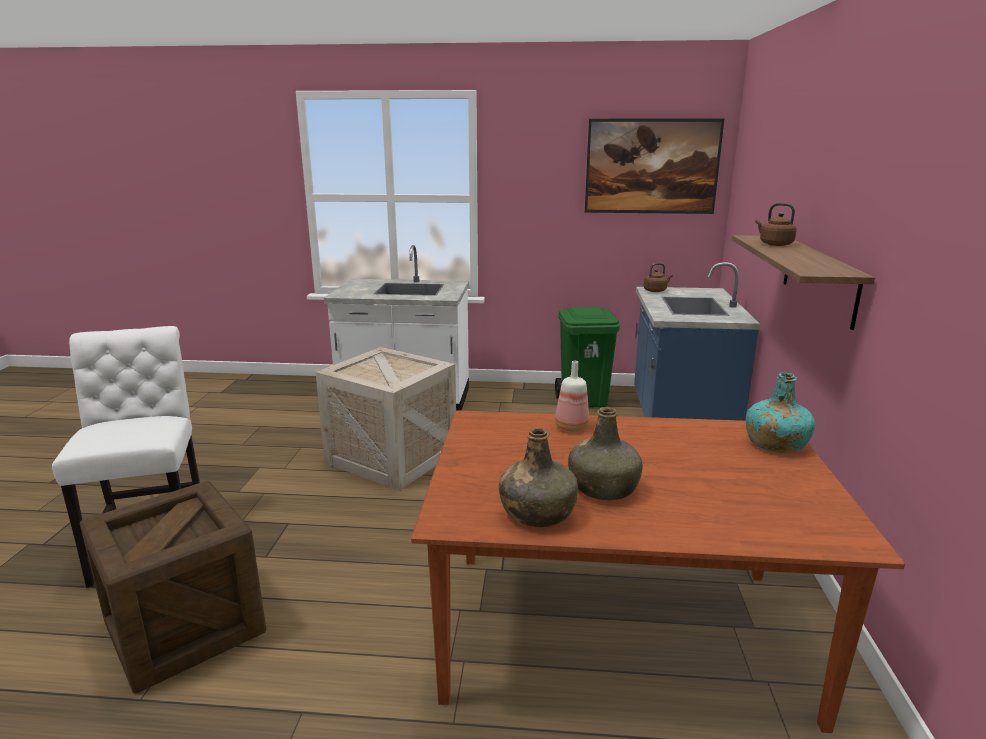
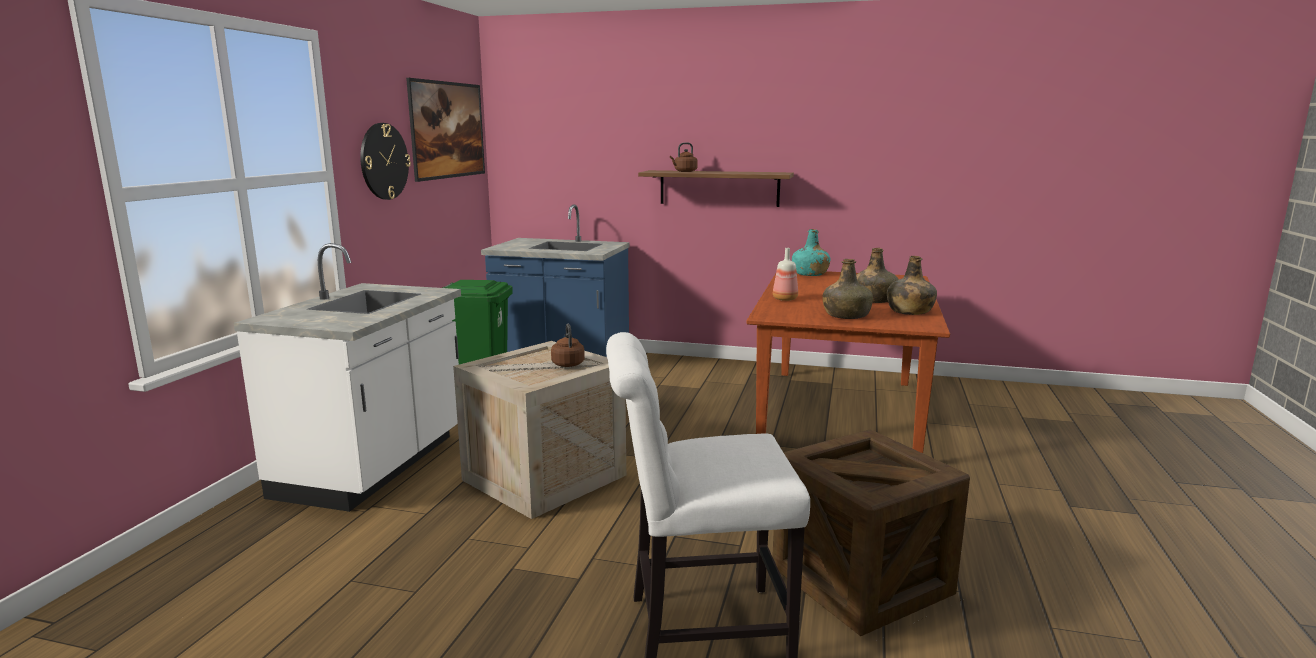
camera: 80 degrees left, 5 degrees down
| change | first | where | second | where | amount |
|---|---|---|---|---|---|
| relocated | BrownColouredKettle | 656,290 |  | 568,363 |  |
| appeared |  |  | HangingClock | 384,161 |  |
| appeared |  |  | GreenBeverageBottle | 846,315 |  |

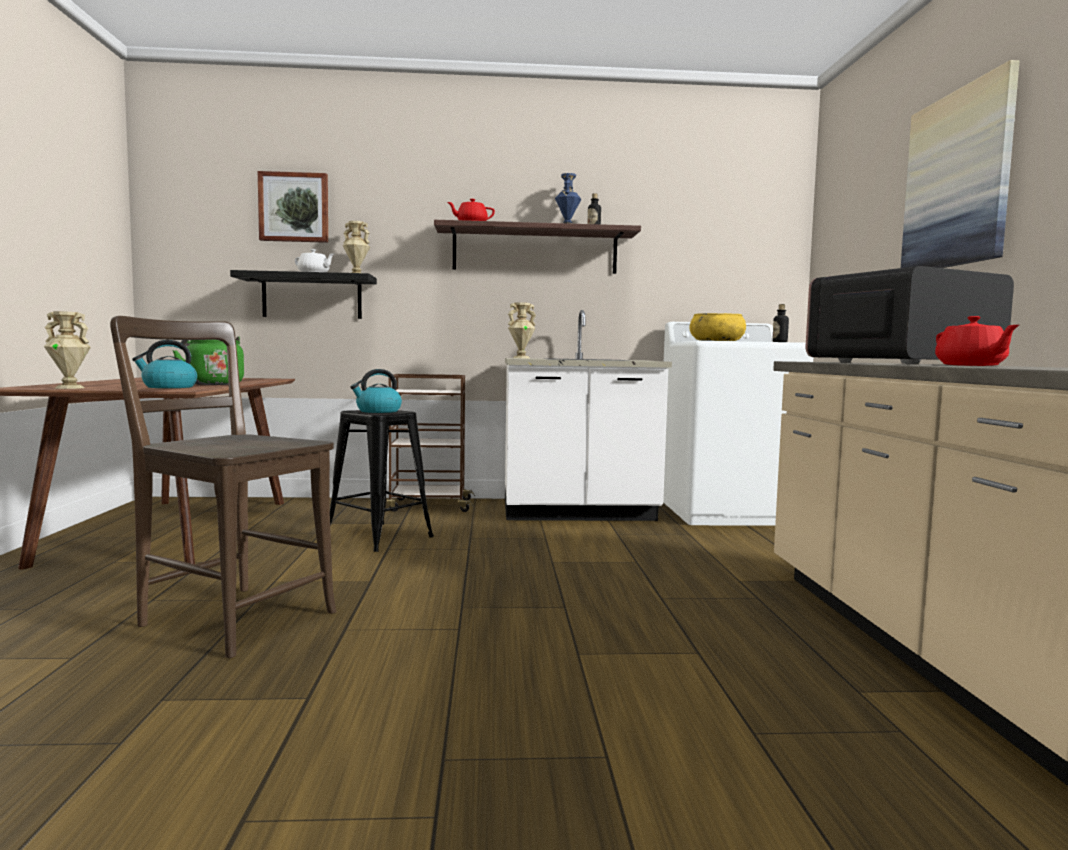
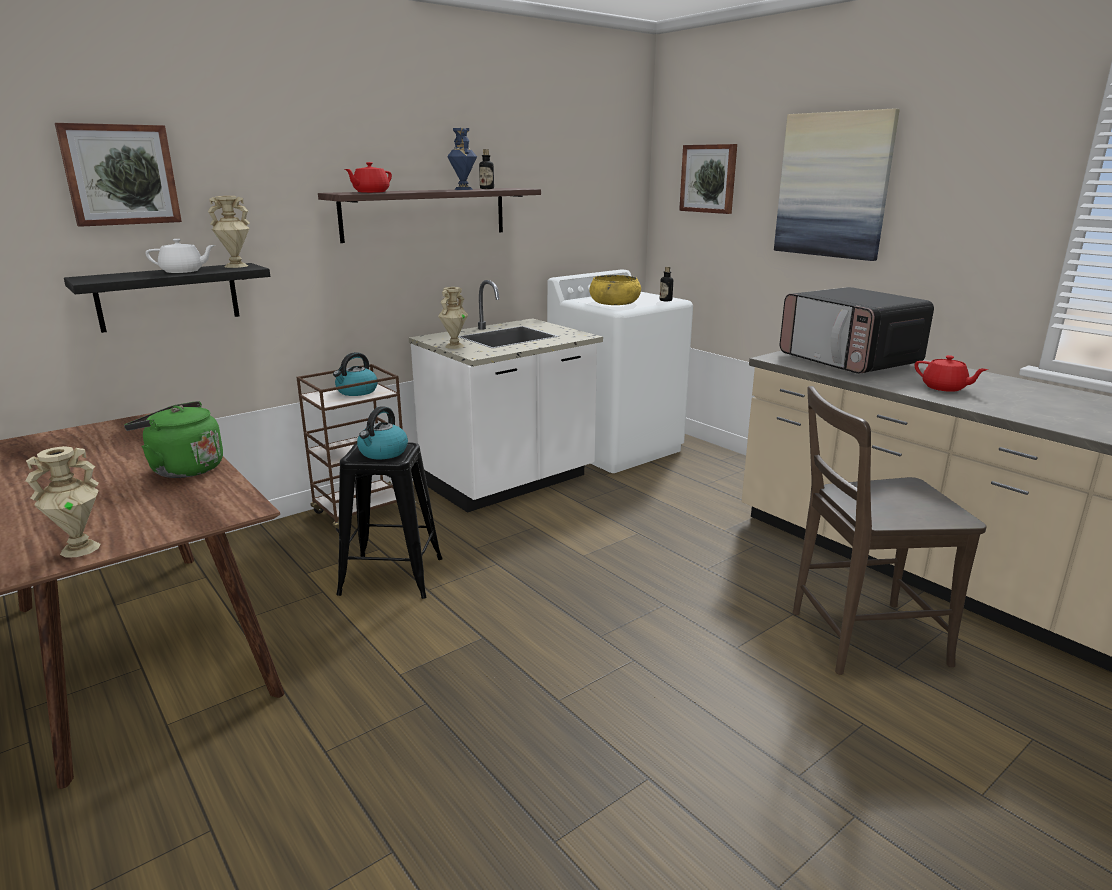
camera: 35 degrees left, 15 degrees up
| change | first | where | second | where | amount |
|---|---|---|---|---|---|
| spun | MicrowaveOven | 901,363 |  | 849,361 | 60 degrees counterclockwise |
| relocated | BrownColouredChair | 232,617 |  | 859,638 |  |
| relocated | Kettle | 168,387 |  | 356,391 |  |
| appeared |  |  | WallArt | 709,178 |  |

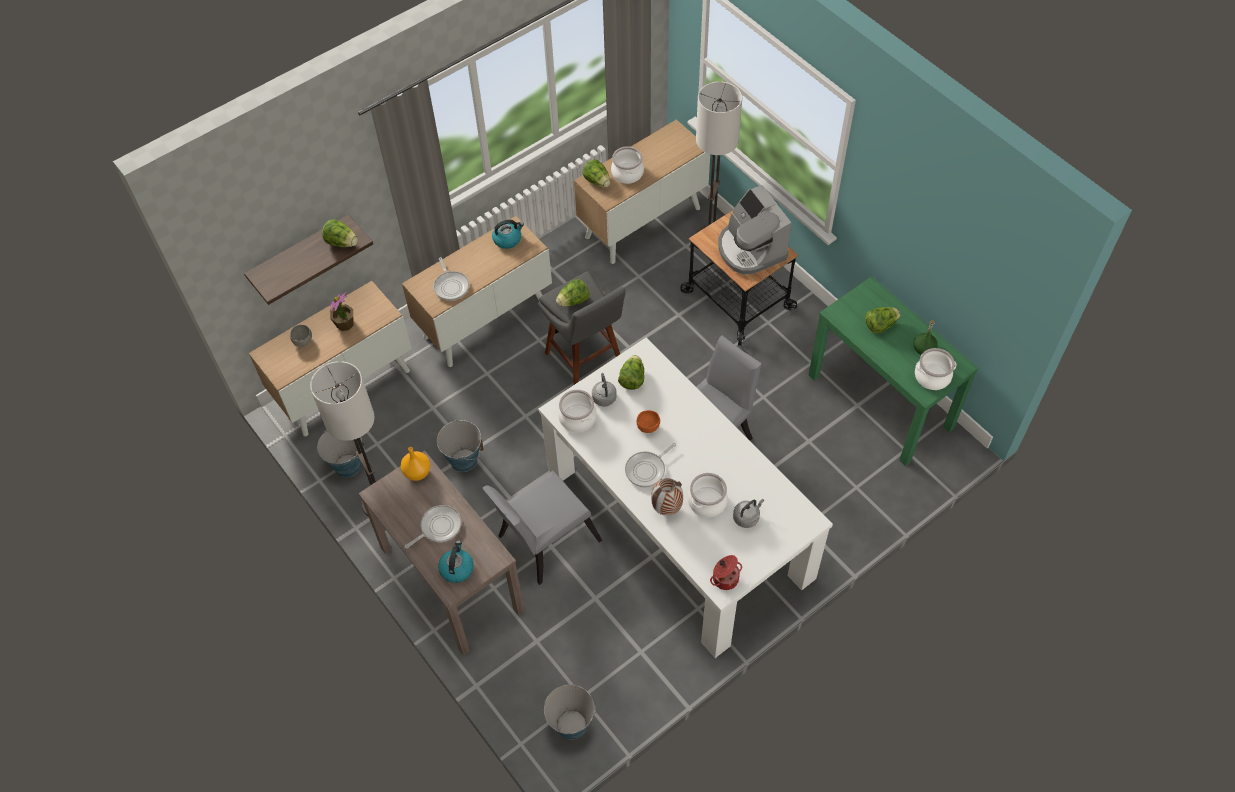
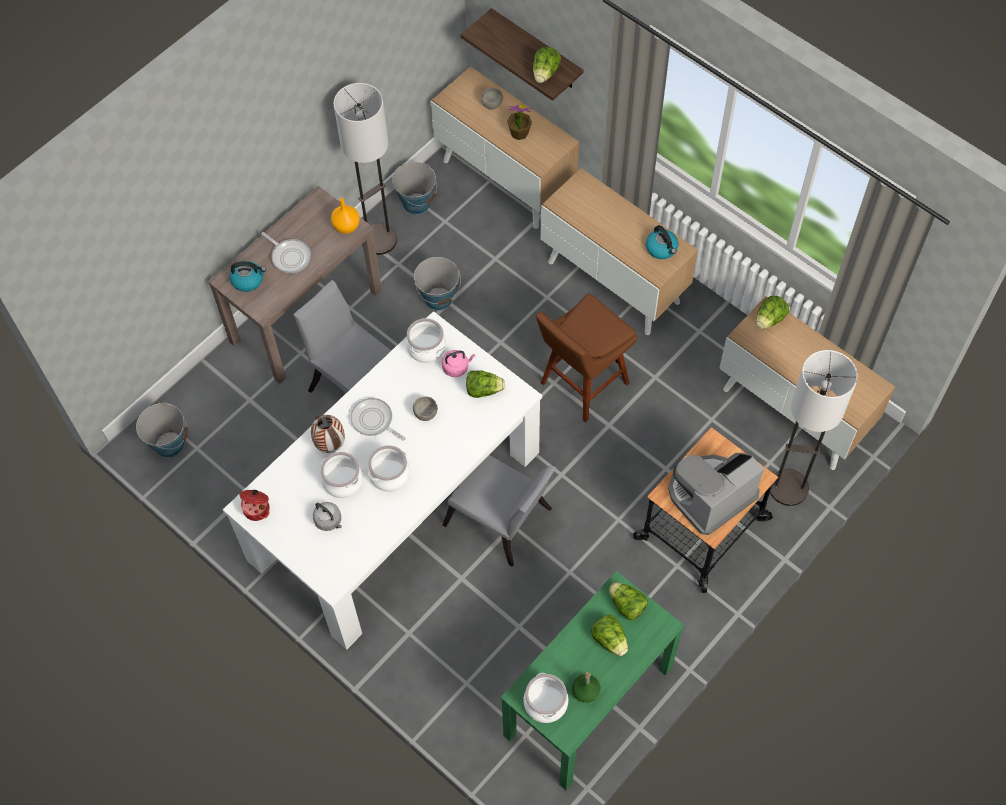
camera: 80 degrees right, 5 degrees up
| change | first | where | second | where | amount |
|---|---|---|---|---|---|
| relocated | Saucepot | 627,173 |  | 390,475 |  |
| missing | FryingPan | 451,286 |  |  |  |
| colour | GreySittingStool | 586,361 | BrownColouredSittingStool | 581,386 |  |
| relocated | HeadOfLettuce | 573,301 |  | 626,605 |  |
| colour | GreyKettle | 604,397 | PinkColouredKettle | 457,367 |  |
| colour | OrangeColouredDeepDish | 647,426 | GreyDeepDish | 426,413 |  |

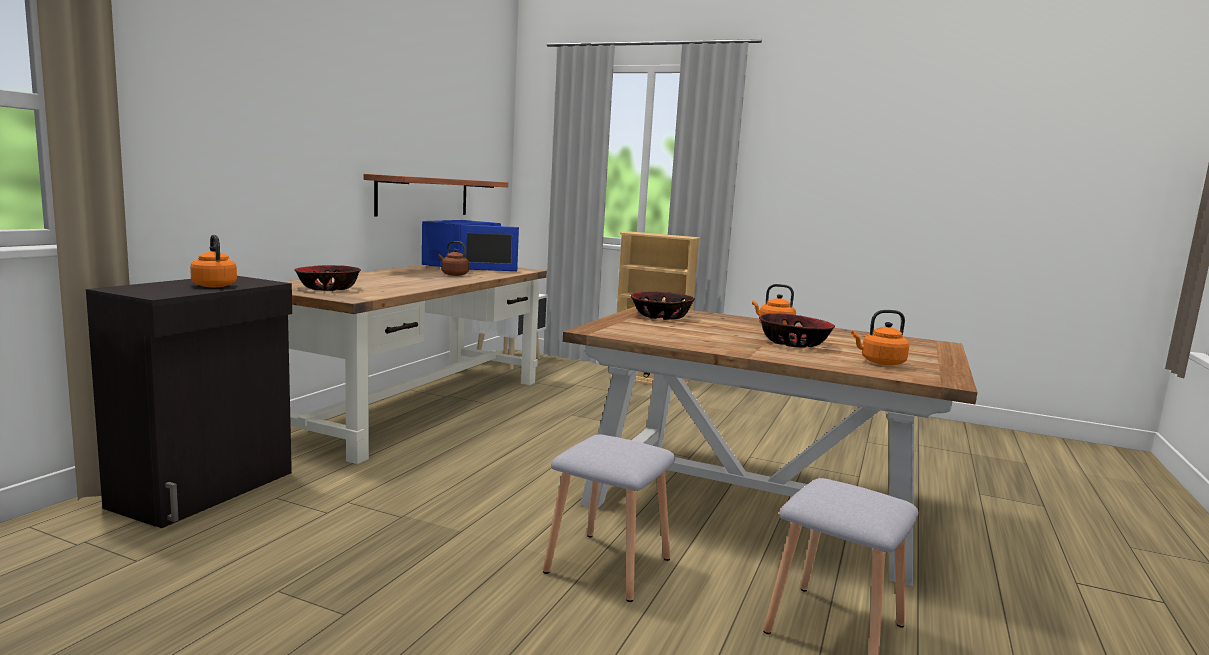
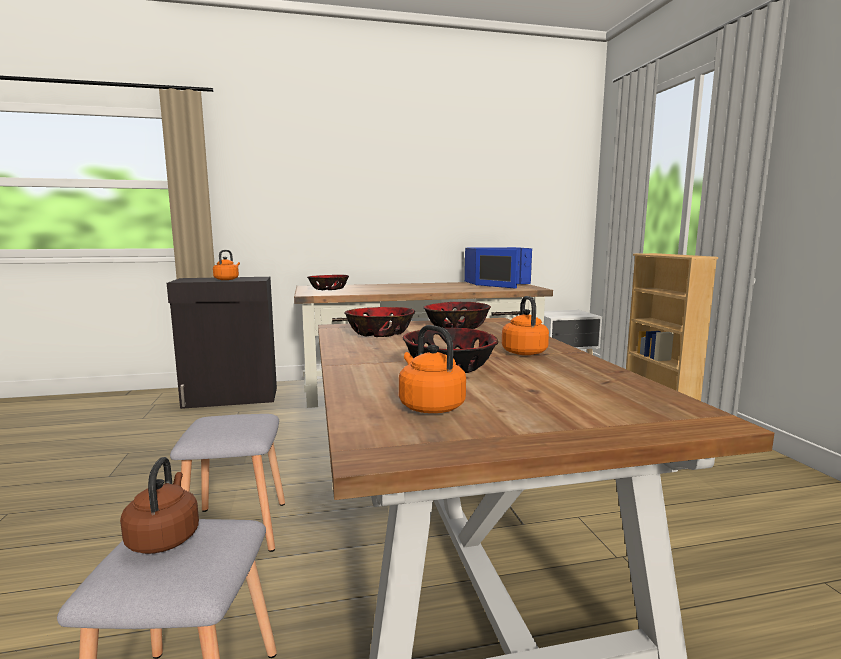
camera: 55 degrees right, 0 degrees up
| change | first | where | second | where | amount |
|---|---|---|---|---|---|
| missing | BracketShelf | 423,196 |  |  |  |
| relocated | BrownColouredKettle | 453,274 |  | 164,537 |  |
| appeared |  |  | DeepDish | 379,333 |  |

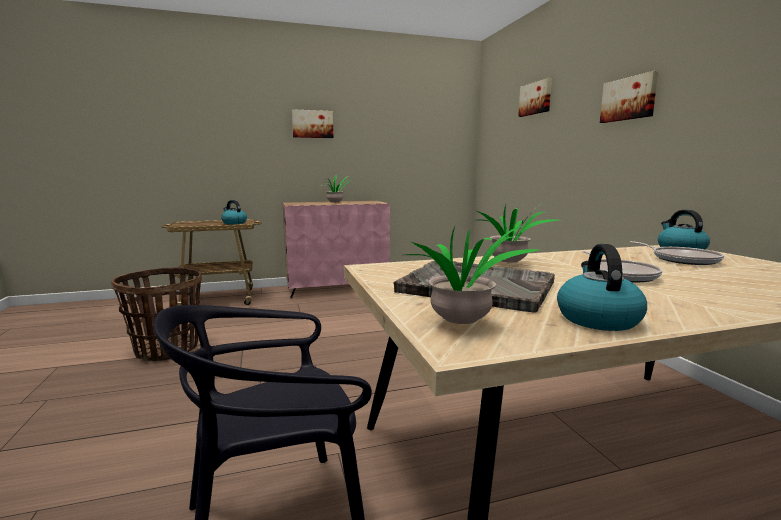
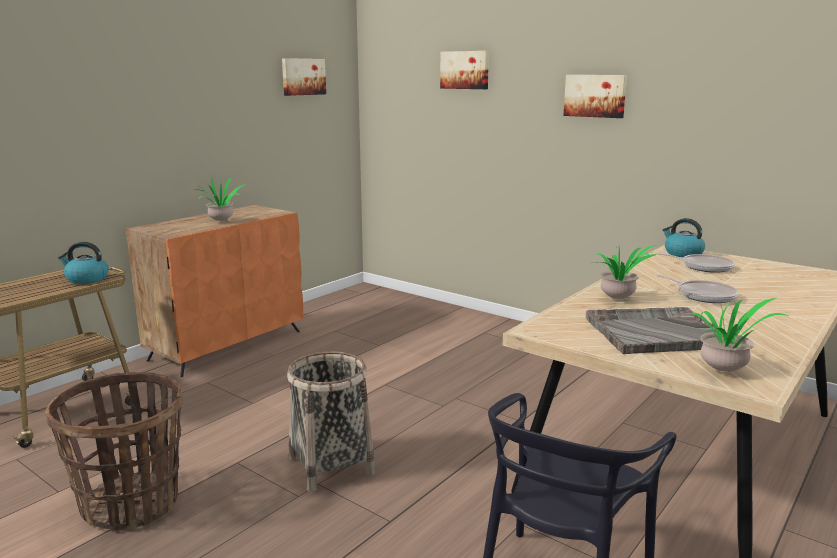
camera: 35 degrees left, 5 degrees up
| change | first | where | second | where | amount |
|---|---|---|---|---|---|
| relocated | WallArt | 312,124 |  | 303,76 |  |
| colour | PinkColouredCabinet | 338,288 | OrangeColouredCabinet | 227,345 |  |
| missing | Kettle | 597,318 |  |  |  |
| appeared |  |  | Basket | 331,465 |  |

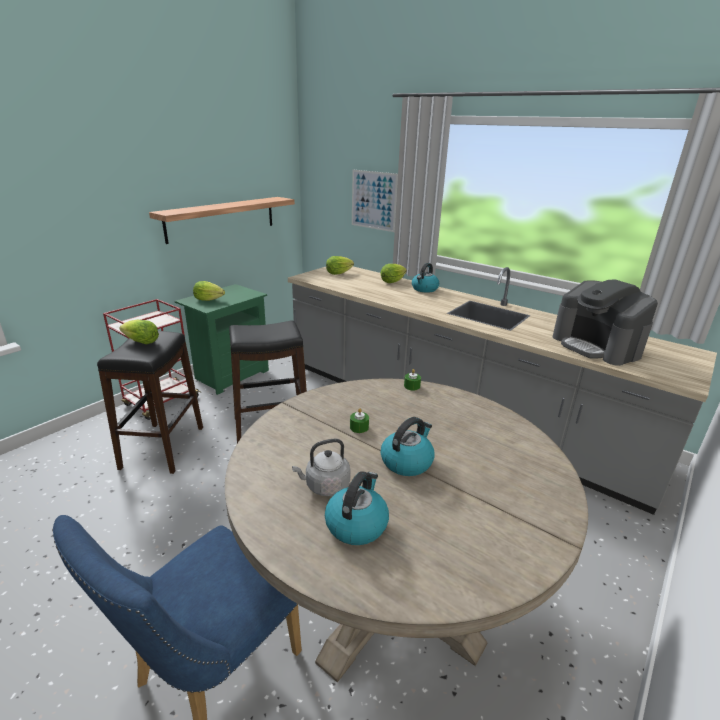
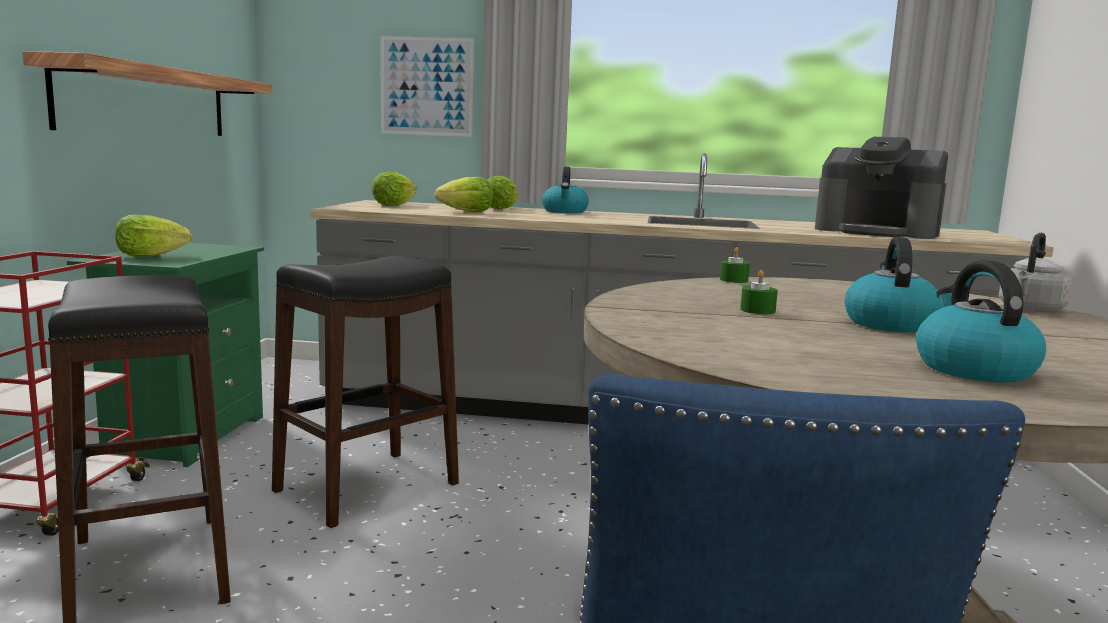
camera: 30 degrees left, 15 degrees down
| change | first | where | second | where | amount |
|---|---|---|---|---|---|
| relocated | HeadOfLettuce | 141,342 |  | 467,212 |  |
| relocated | GreyKettle | 325,486 |  | 1030,309 |  |

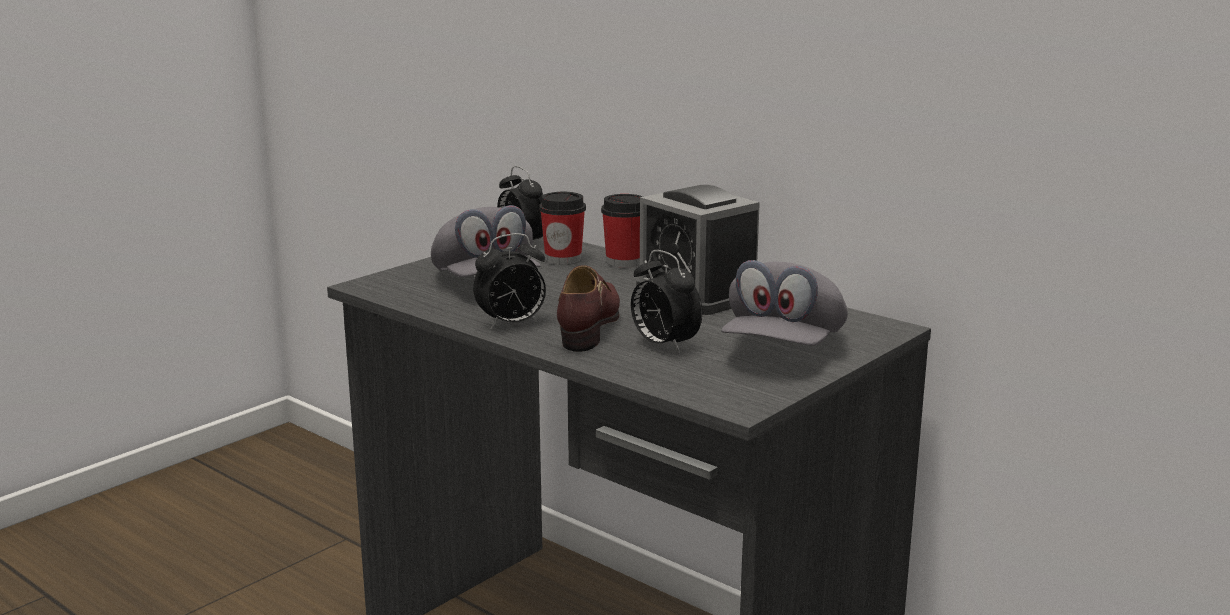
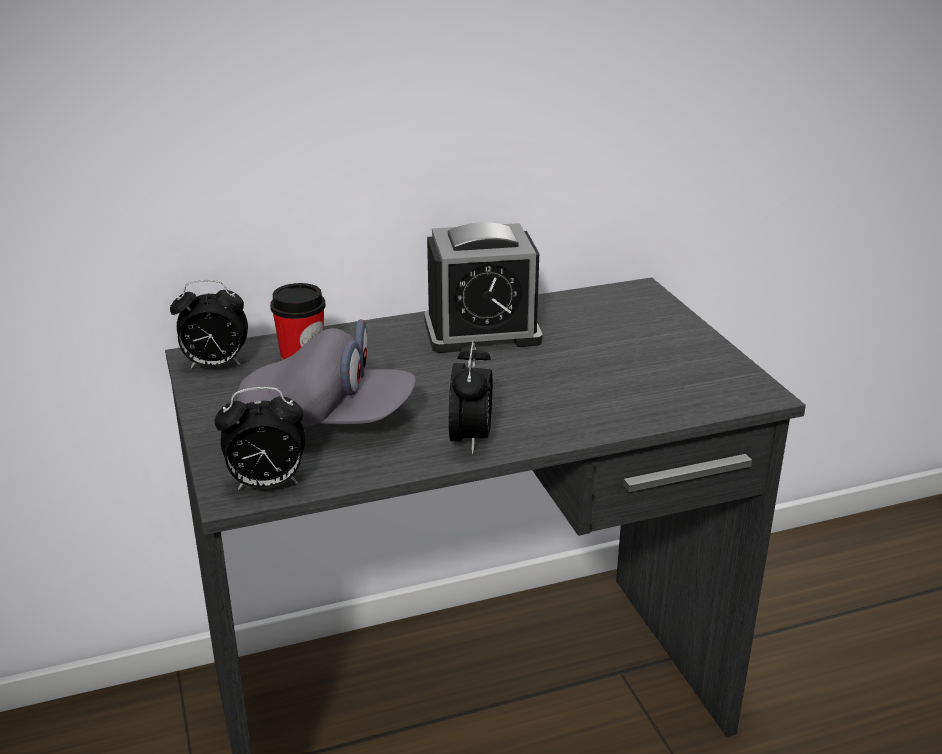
camera: 60 degrees left, 10 degrees up
| change | first | where | second | where | amount |
|---|---|---|---|---|---|
| missing | SmallCup | 624,262 |  |  |  |
| relocated | BedsideClock | 663,345 |  | 266,484 |  |
| missing | GreyPeakedCap | 783,349 |  |  |  |
| missing | BrownColouredShoe | 590,325 |  |  |  |

